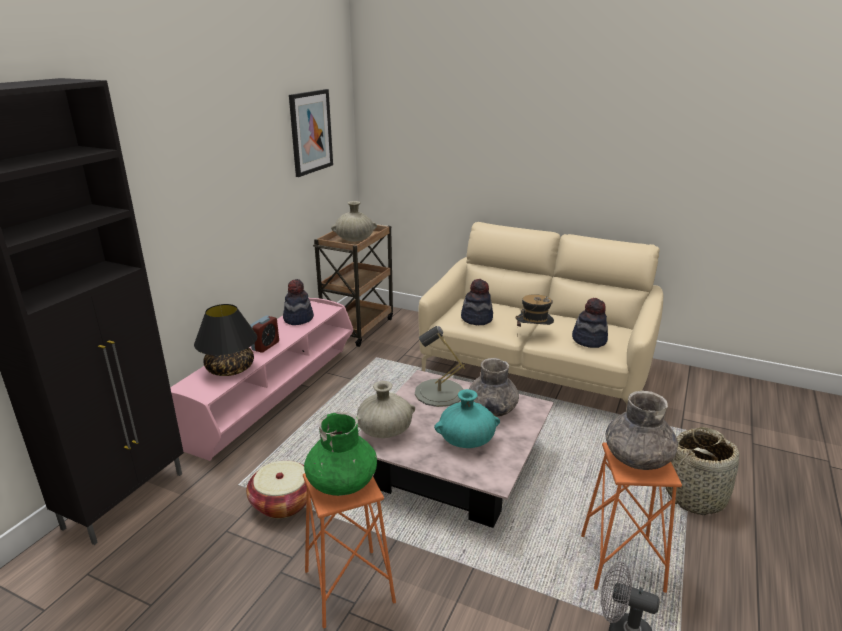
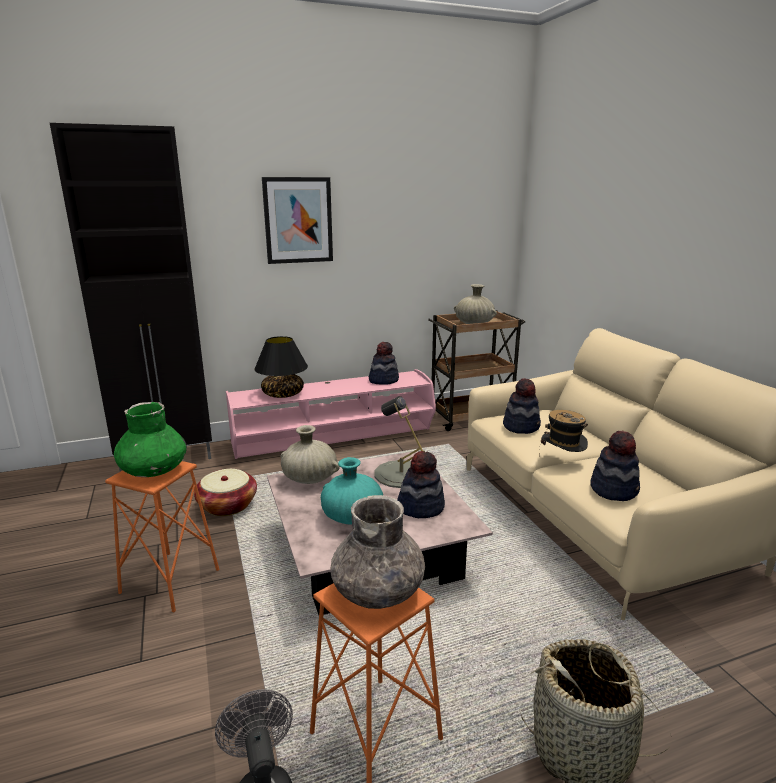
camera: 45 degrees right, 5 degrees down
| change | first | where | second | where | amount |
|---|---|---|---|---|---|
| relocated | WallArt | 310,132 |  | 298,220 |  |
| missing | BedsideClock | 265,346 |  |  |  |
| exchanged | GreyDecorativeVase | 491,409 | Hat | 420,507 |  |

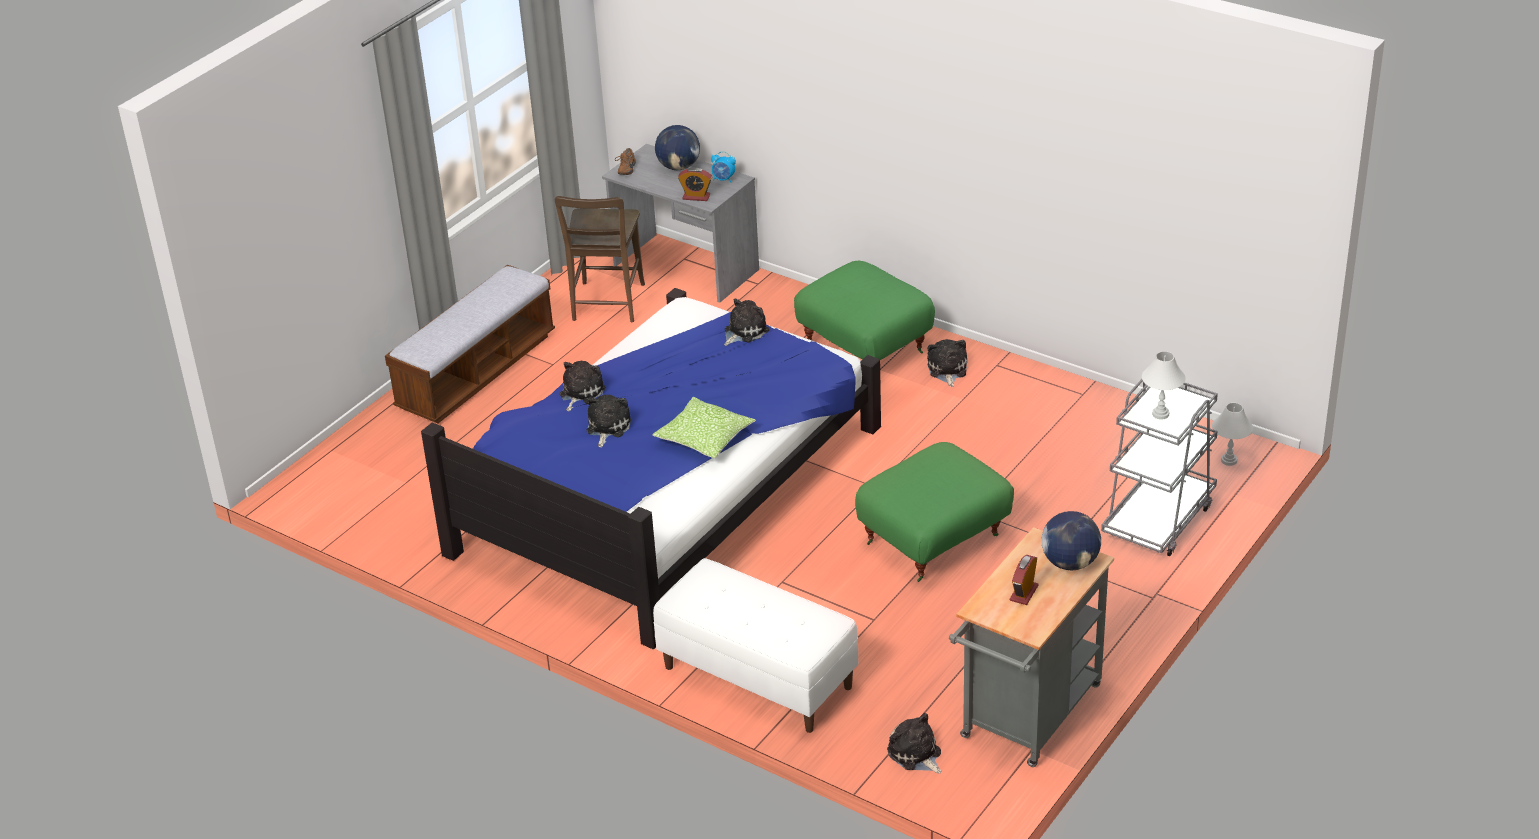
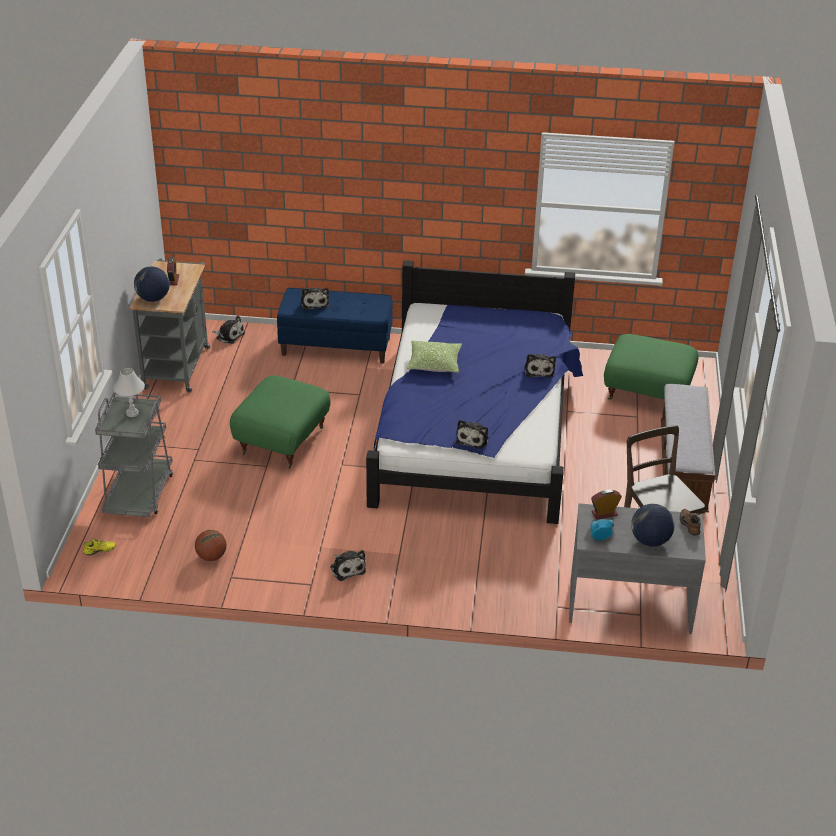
camera: 150 degrees right, 0 degrees up
| change | first | where | second | where | amount |
|---|---|---|---|---|---|
| relocated | GreenPouffe | 866,347 |  | 646,394 |  |
| relocated | PlushToy | 607,428 |  | 314,303 |  |
| exchanged | WhiteTableLamp | 1228,460 | YellowColouredShoe | 100,551 |  |
| colour | WhiteLongSeat | 756,677 | BlueLongSeat | 336,346 |  |
| appeared |  |  | BasketballBall | 211,557 |  |

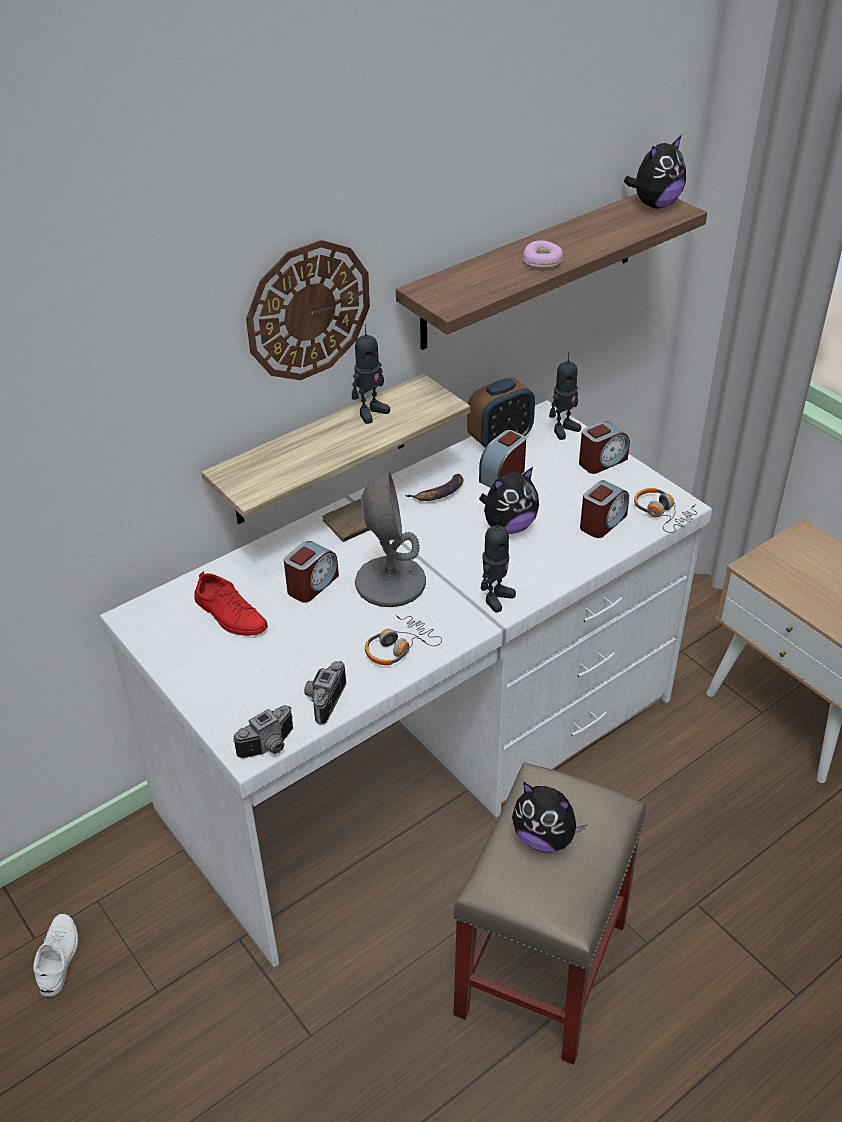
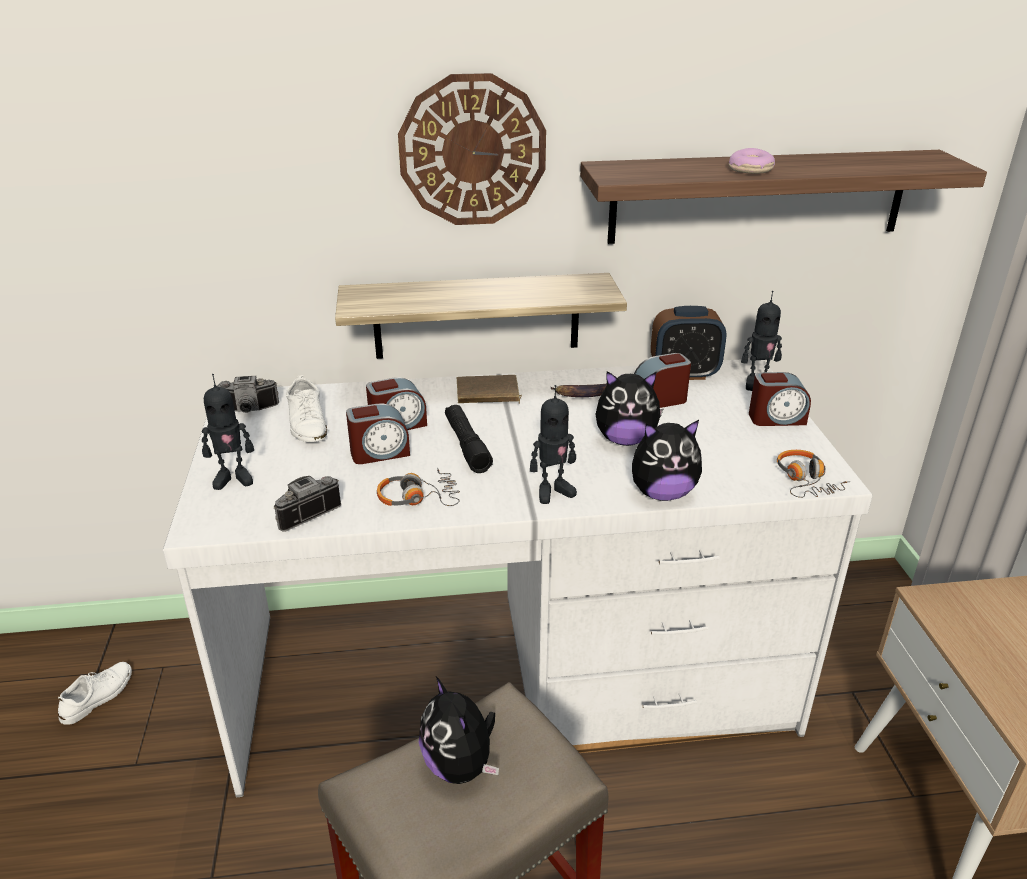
camera: 30 degrees right, 10 degrees down
| change | first | where | second | where | amount |
|---|---|---|---|---|---|
| relocated | PlushToy | 655,204 |  | 662,493 |  |
| relocated | ModelRobot | 370,412 |  | 233,479 |  |
| exchanged | GreyTableLamp | 390,582 | BlackFlashlight | 466,445 |  |
| relocated | BedsideClock | 602,522 |  | 379,453 |  |
| colour | RedShoe | 230,615 | WhiteShoe | 307,423 |  |
| relocated | PhotoCamera | 270,747 |  | 249,410 |  |

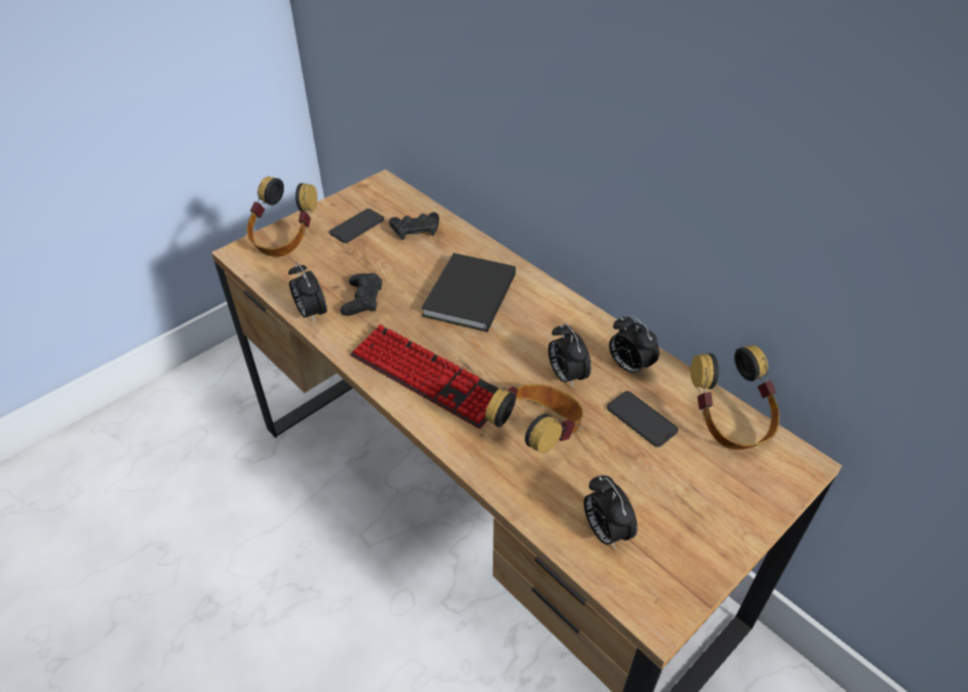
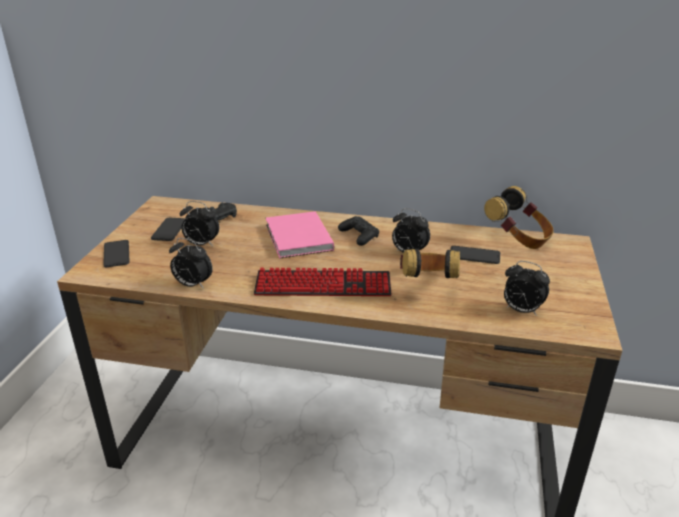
camera: 35 degrees left, 15 degrees down
| change | first | where | second | where | amount |
|---|---|---|---|---|---|
| exchanged | Headset | 284,239 | Phone | 116,254 |  |
| colour | BlackVolume | 467,296 | PinkColouredVolume | 298,238 |  |
| relocated | BlackJoypad | 362,299 |  | 359,235 |  |
| relocated | BedsideClock | 628,366 |  | 201,244 |  |

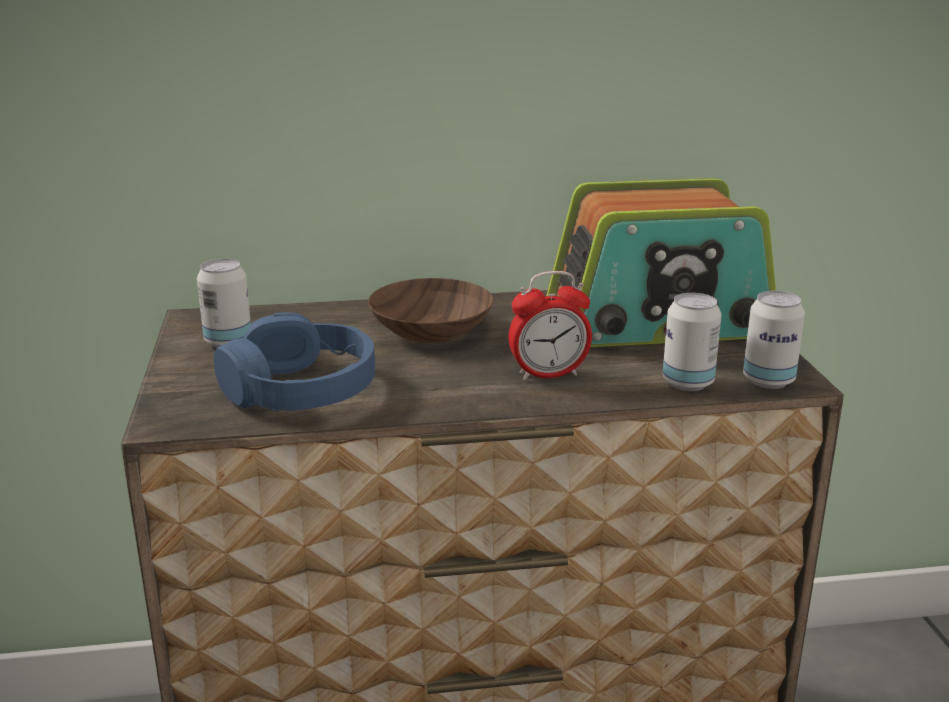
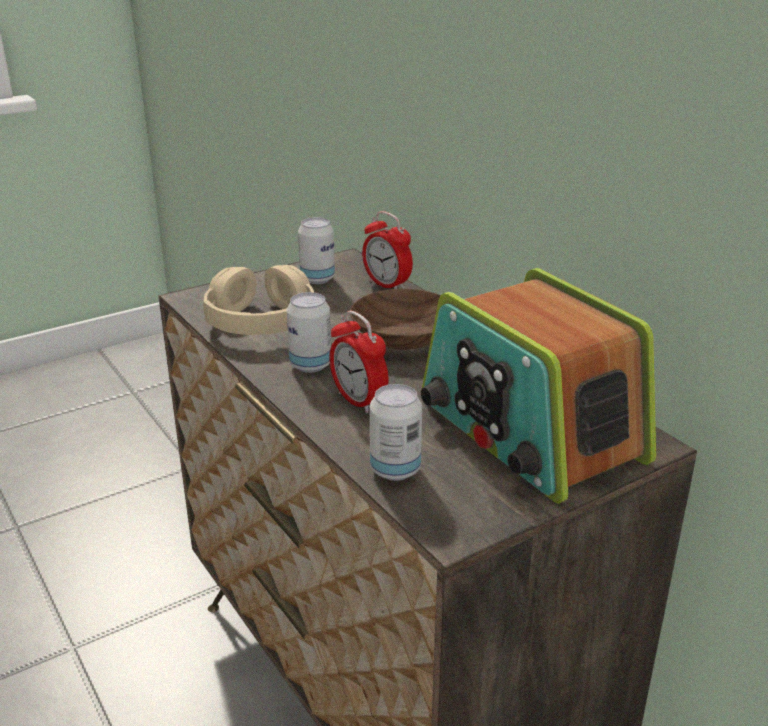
camera: 65 degrees right, 5 degrees up
| change | first | where | second | where | amount |
|---|---|---|---|---|---|
| relocated | SealedCan | 768,381 |  | 310,365 |  |
| colour | BlueHeadset | 300,390 | BeigeColouredHeadset | 261,320 |  |
| appeared |  |  | BedsideClock | 387,285 |  |

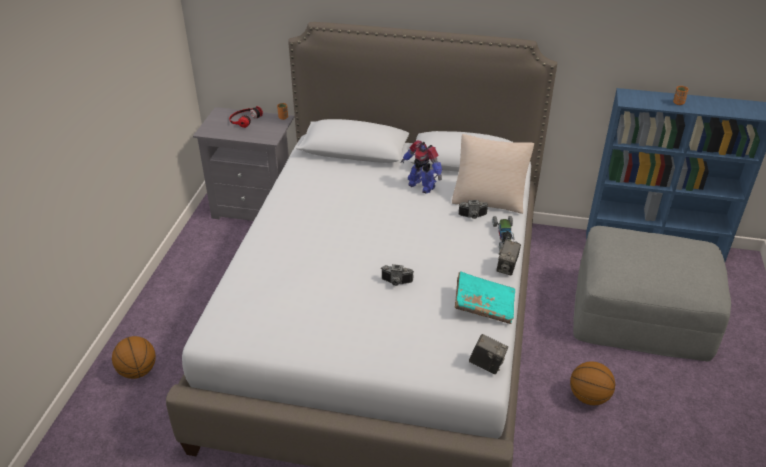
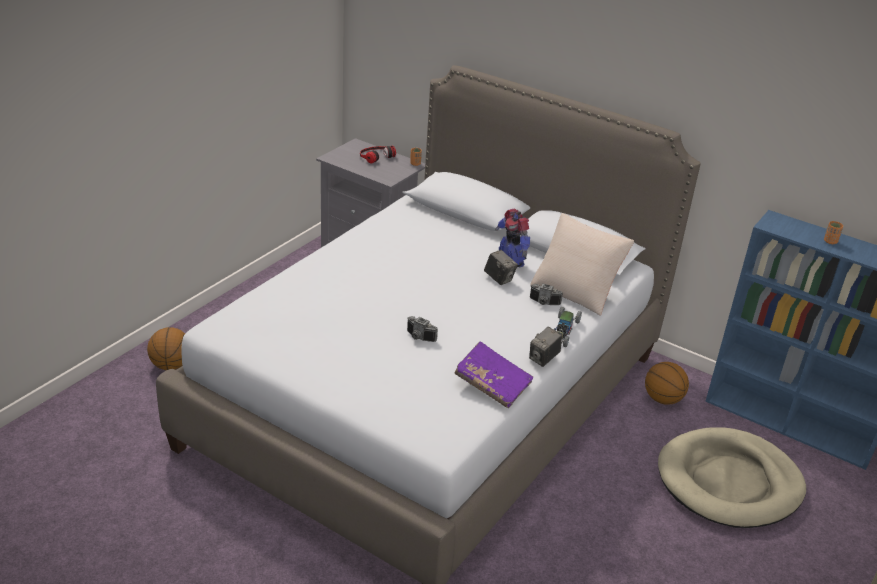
camera: 20 degrees right, 5 degrees down
| change | first | where | second | where | amount |
|---|---|---|---|---|---|
| exchanged | GreyPouffe | 642,314 | BeigeColouredDogCushion | 729,482 |  |
| colour | TurquoiseColouredVolume | 484,306 | PurplishVolume | 492,384 |  |
| relocated | PhotoCamera | 487,364 |  | 499,279 |  |
| relocated | BasketballBall | 588,397 |  | 662,399 |  |

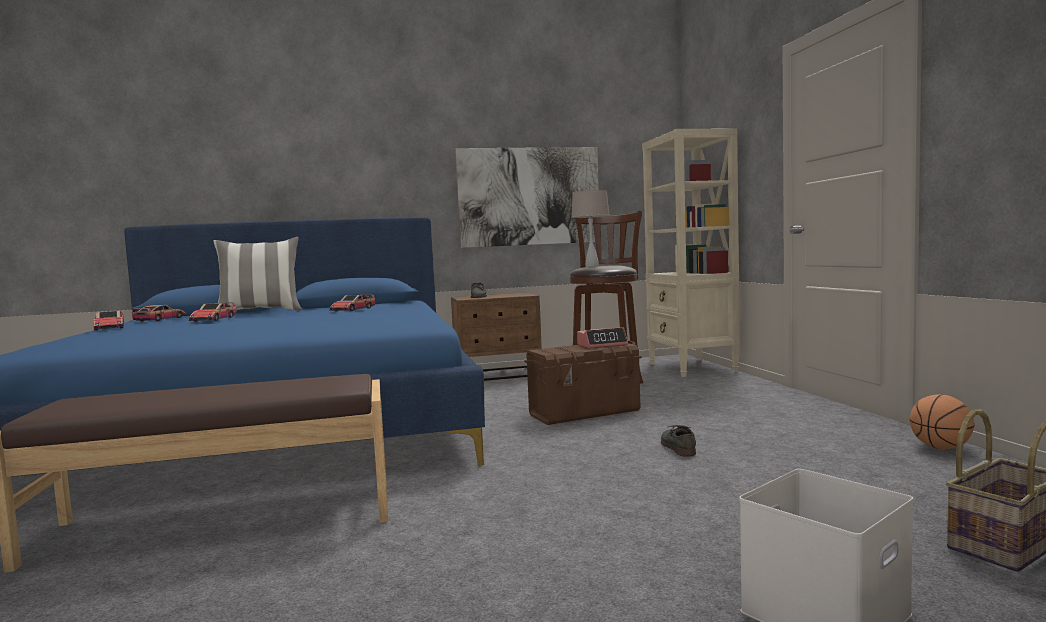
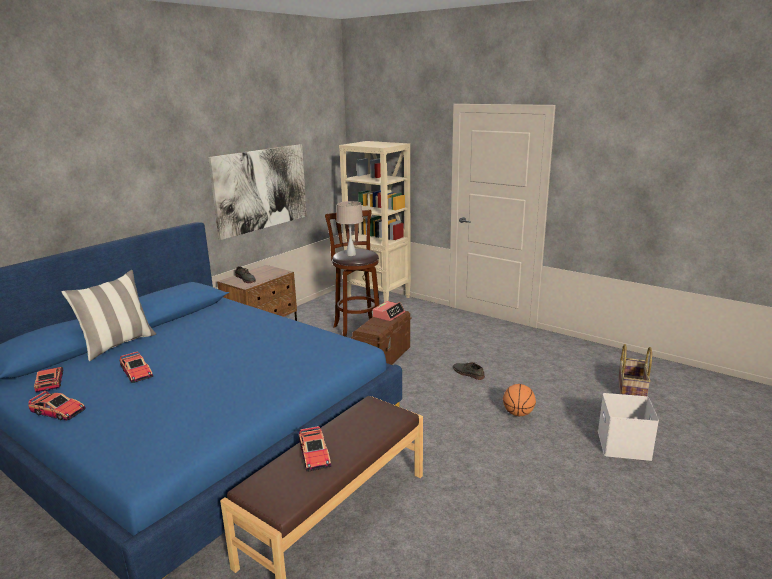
camera: 40 degrees left, 15 degrees up
| change | first | where | second | where | amount |
|---|---|---|---|---|---|
| relocated | ToyCar | 352,309 |  | 314,454 |  |
| relocated | BasketballBall | 940,448 |  | 518,413 |  |

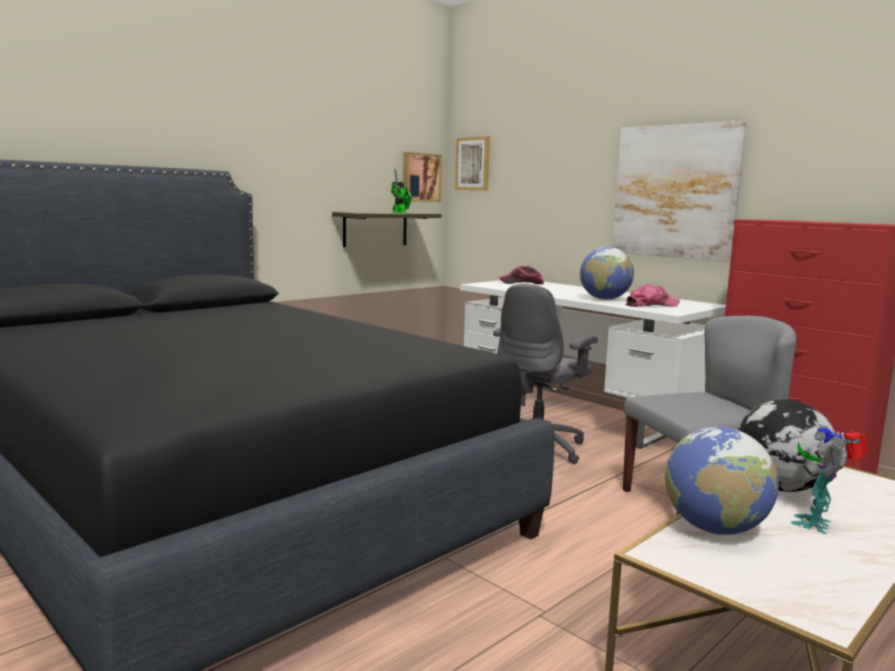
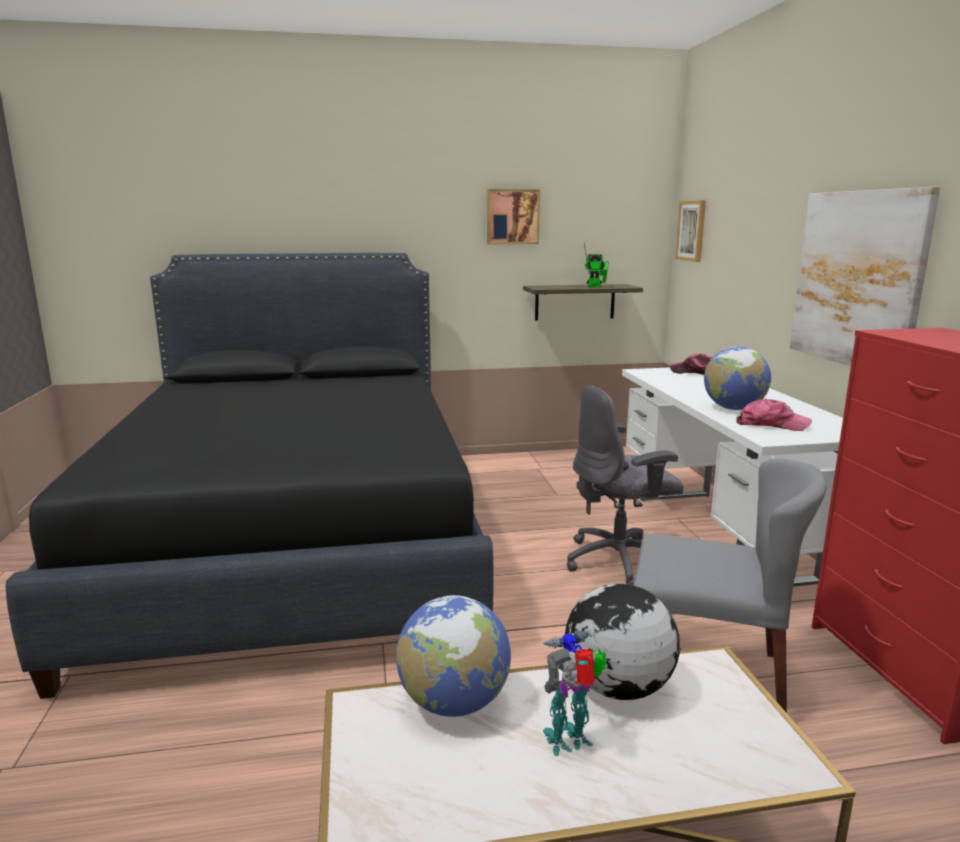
camera: 35 degrees right, 5 degrees up
| change | first | where | second | where | amount |
|---|---|---|---|---|---|
| relocated | WallArt | 420,177 |  | 512,217 |  |

